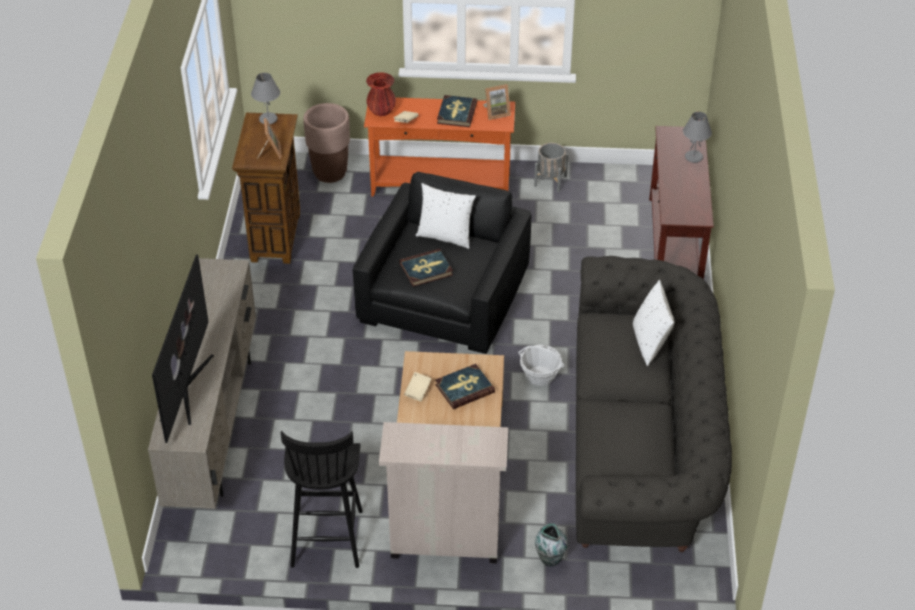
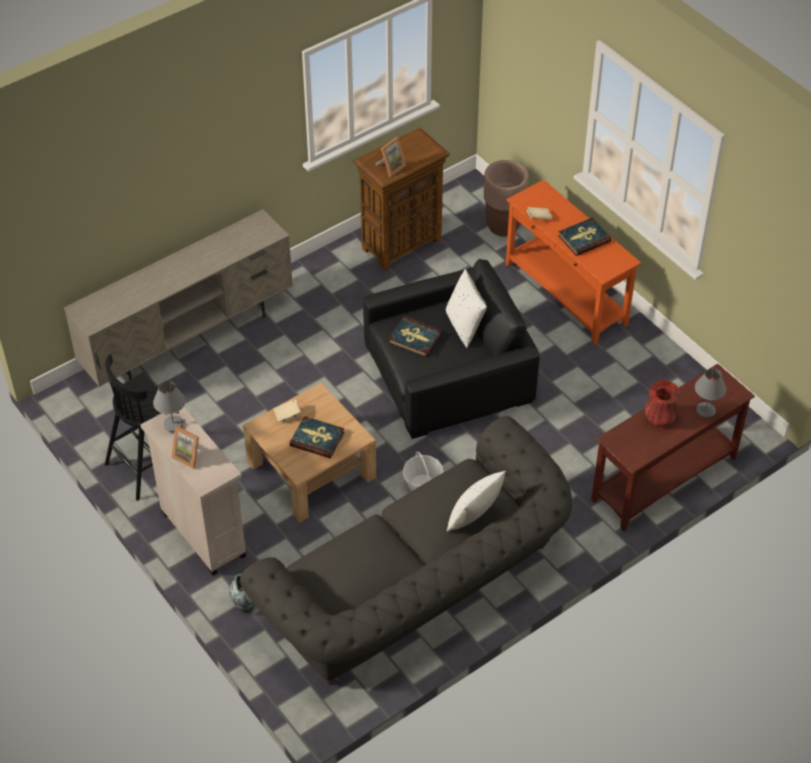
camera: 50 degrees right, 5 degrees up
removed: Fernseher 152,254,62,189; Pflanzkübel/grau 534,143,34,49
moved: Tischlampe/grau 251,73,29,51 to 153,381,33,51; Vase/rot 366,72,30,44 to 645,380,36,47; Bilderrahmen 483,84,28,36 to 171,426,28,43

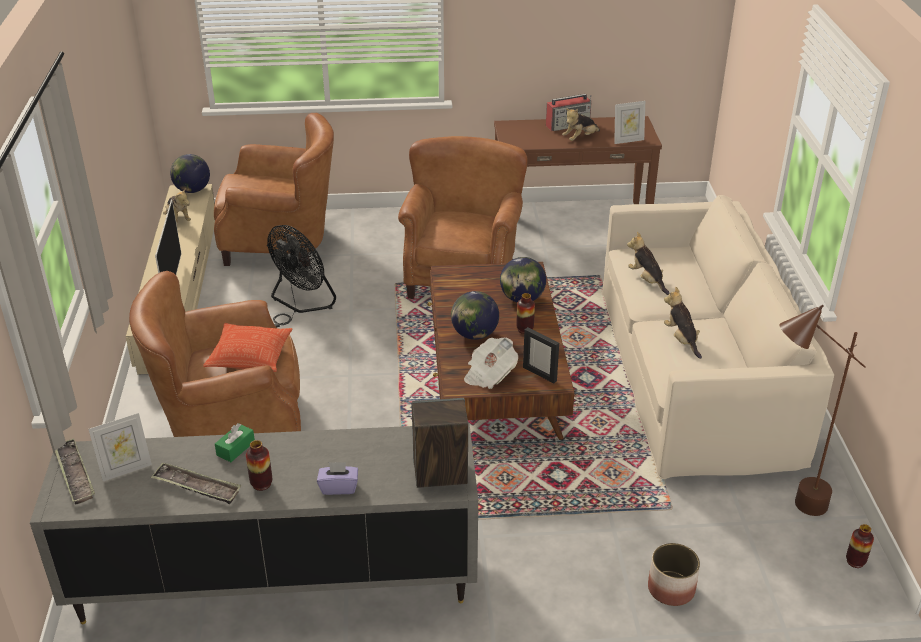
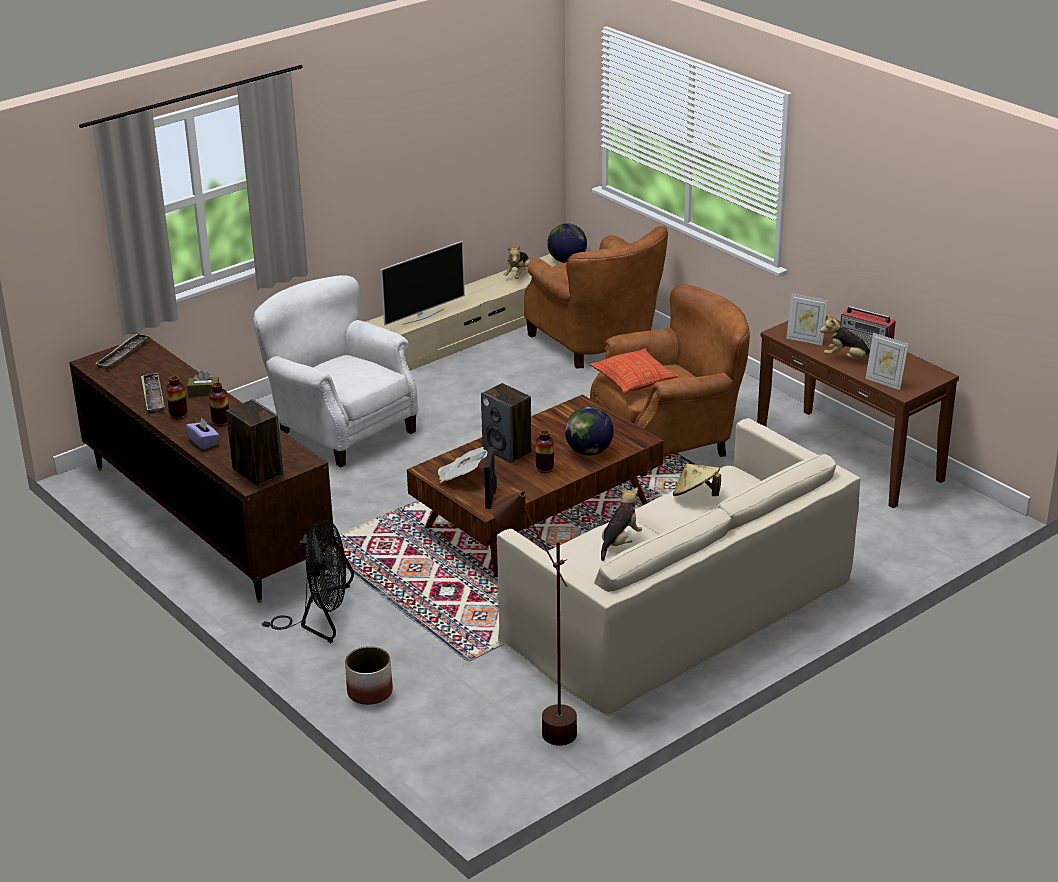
camera: 55 degrees right, 5 degrees down
moved: Bilderrahmen 88,413,64,68 to 786,294,42,51; Kissen/orange 203,323,89,49 to 590,349,89,44; Ventilator/schwarz 267,225,69,102 to 261,519,93,124; Vase 846,524,28,44 to 209,382,20,44
replaced: Globus 451,291,48,49 to Lautsprecher 481,383,51,80; Plüschtier 627,232,43,63 to Hut/beige 673,463,48,33
recoloured: Schrank/grau 30,423,448,201 to Schrank/braun 69,337,266,266; Sessel/braun 129,271,172,166 to Sessel/weiß 253,275,166,192; Taschentuchbox/grün 215,423,40,39 to Taschentuchbox/braun 187,371,32,26

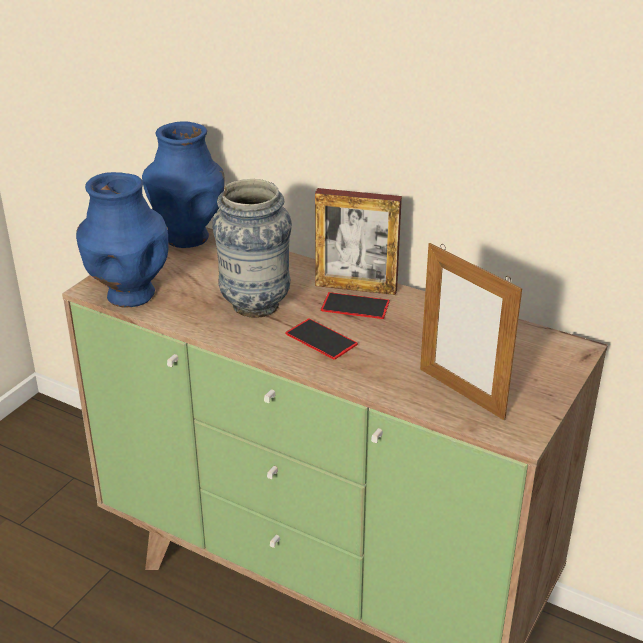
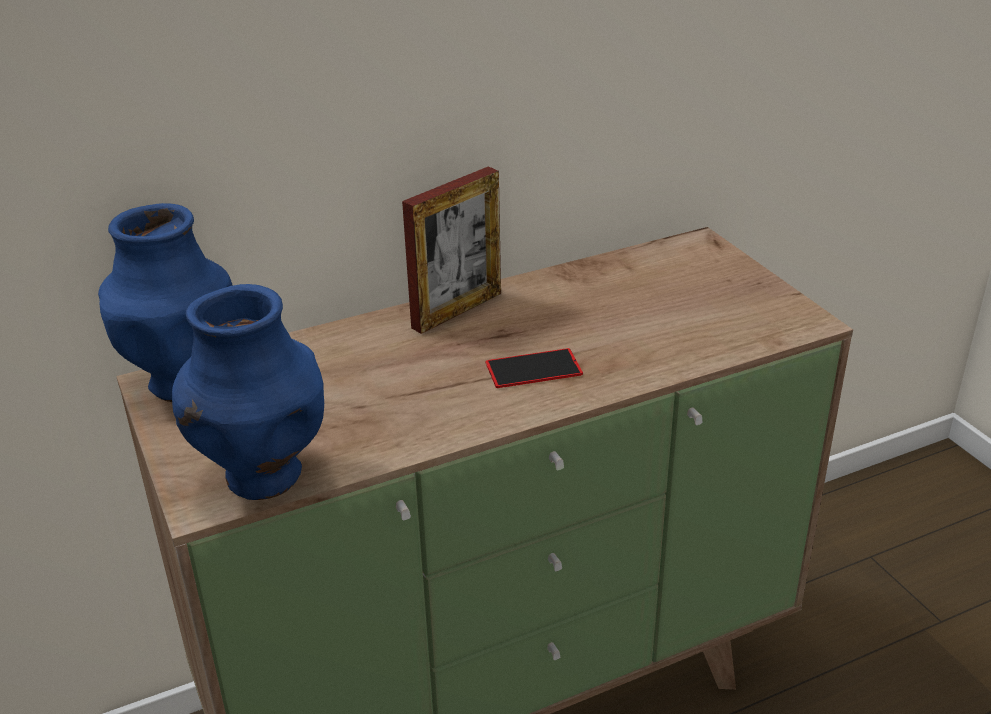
camera: 55 degrees left, 0 degrees up
removed: Vase 212,179,80,139; Handy 321,292,69,27; Bilderrahmen 420,243,102,177

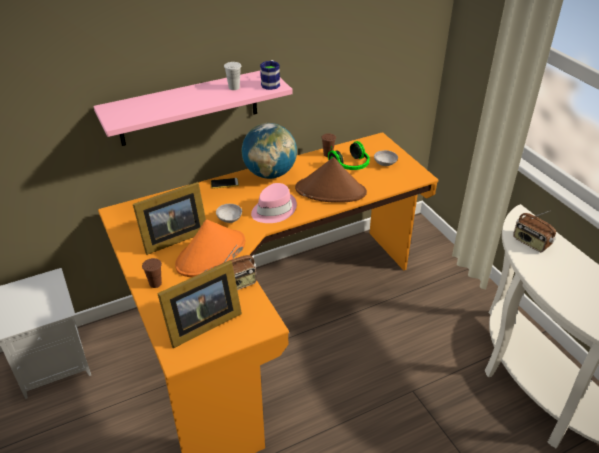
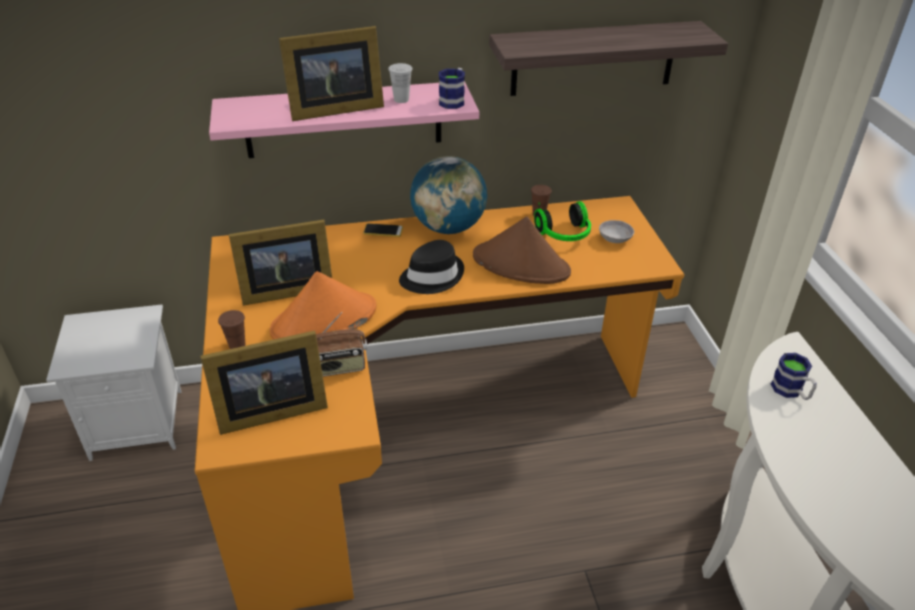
camera: 15 degrees right, 0 degrees up
removed: Schüssel/grau 216,204,26,19
added: Bilderrahmen 279,26,105,95; Wandregal 489,21,239,75
replaced: Radio 513,210,43,42 to Henkelbecher 771,353,46,47
recoloured: Hut/rosa 251,183,46,40 to Hut/schwarz 399,240,65,54

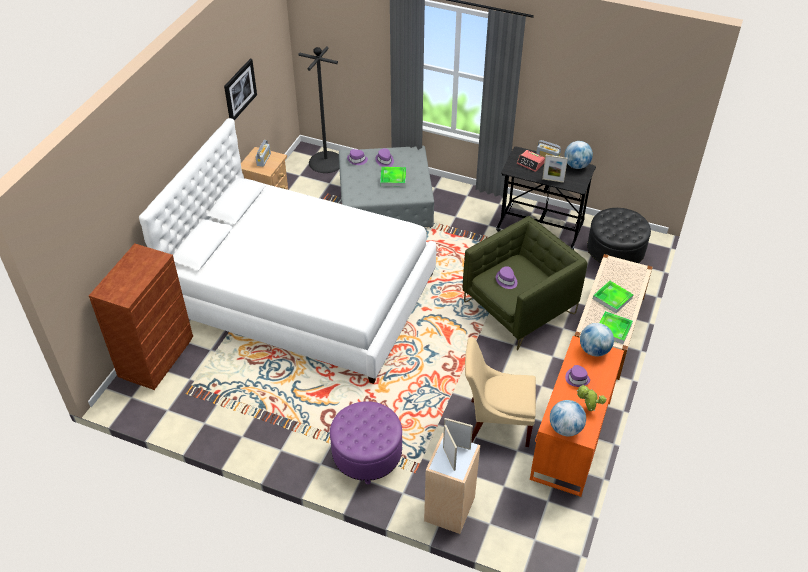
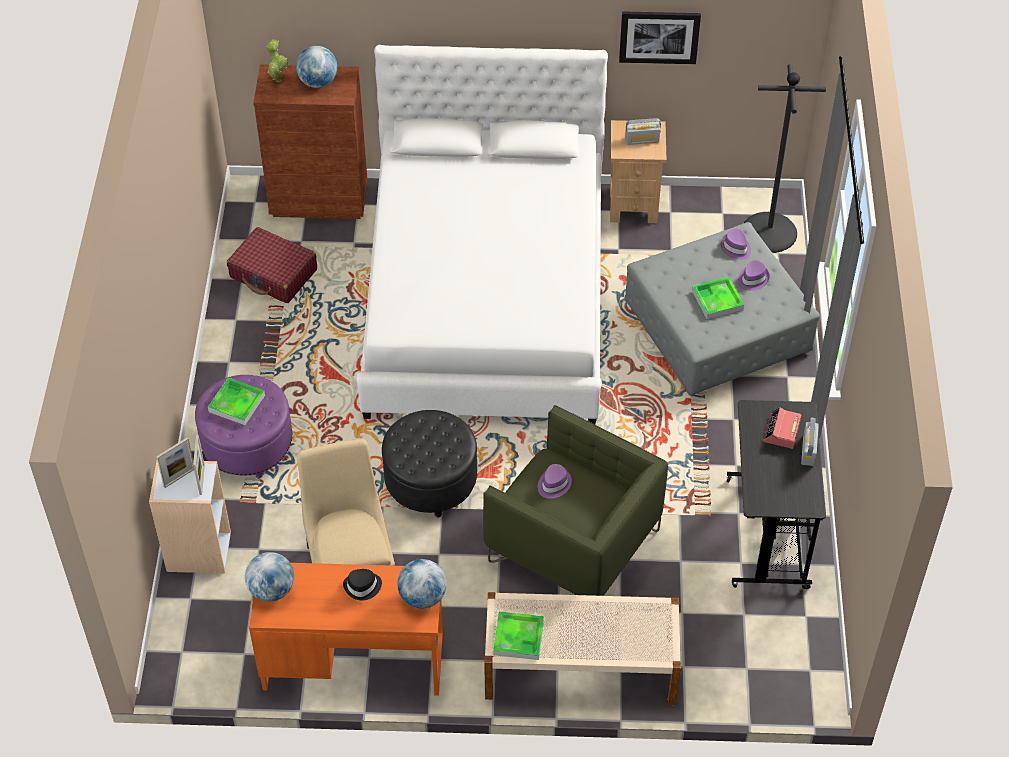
camera: 70 degrees right, 5 degrees up
removed: Bilderrahmen 542,155,26,28
added: Koffer/rot 227,227,90,76
moved: Globus 564,141,29,28 to 296,46,41,42; Topfpflanze 577,385,29,26 to 267,40,21,42; Polsterhocker/schwarz 587,208,64,55 to 382,410,95,107; Tablett 593,281,40,32 to 208,378,57,47
recoloured: Hut/lila 565,365,25,22 to Hut/schwarz 343,569,39,32

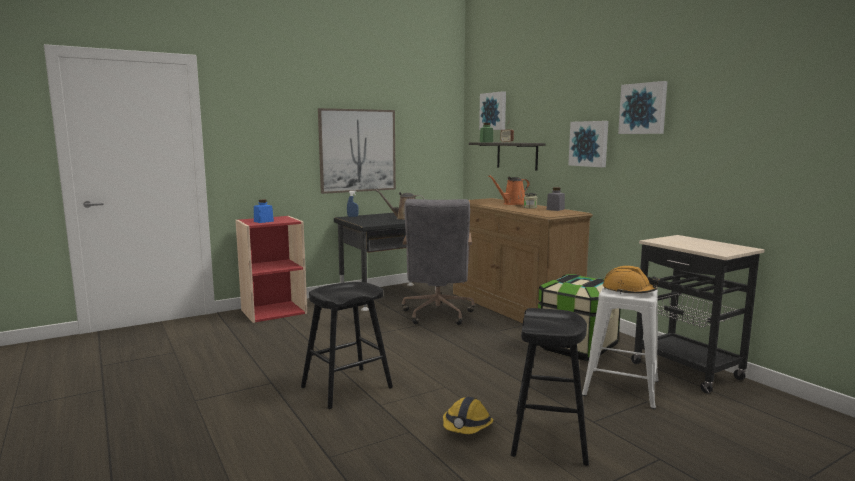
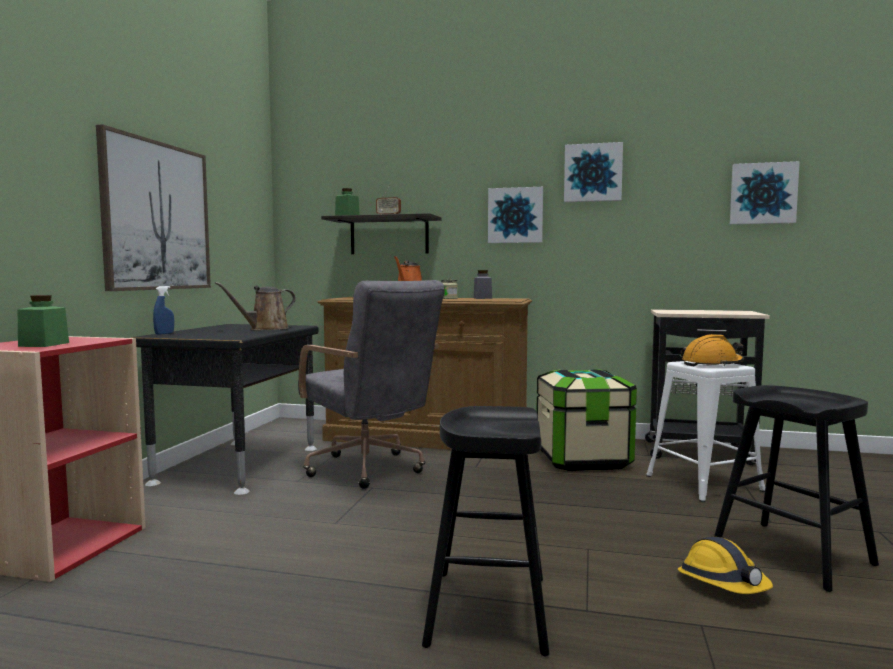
camera: 45 degrees left, 5 degrees down
moved: Bild 479,91,27,39 to 730,161,70,63
recoloured: Vorratsglas/blau 254,200,20,23 to Vorratsglas/grün 18,295,51,52

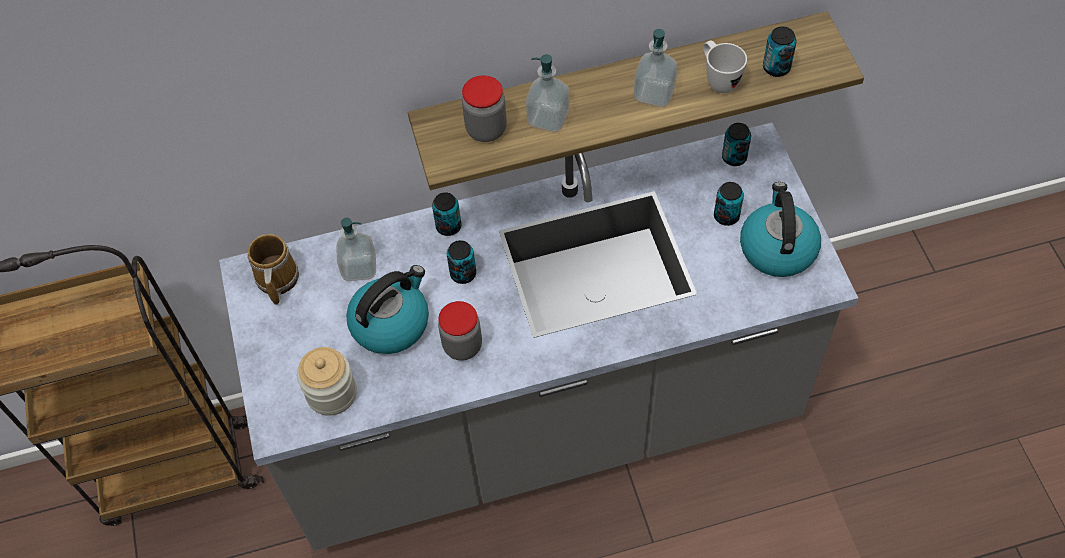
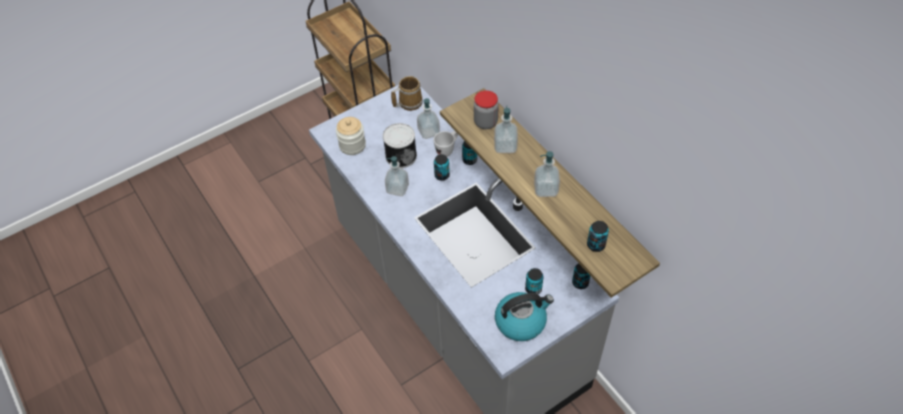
camera: 70 degrees right, 5 degrees down
moved: Henkelbecher/weiß 703,41,44,52 to 434,131,24,26
replaced: Wasserkessel 346,265,83,89 to Dose 383,123,34,45; Vorratsglas 438,301,44,60 to Seifenspender 385,156,24,40

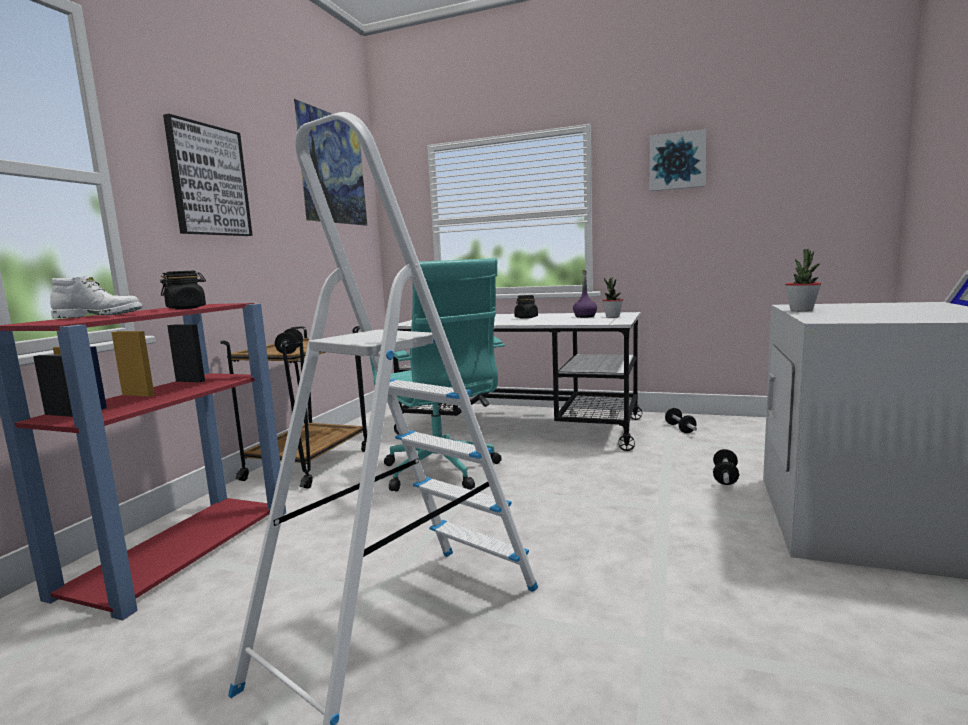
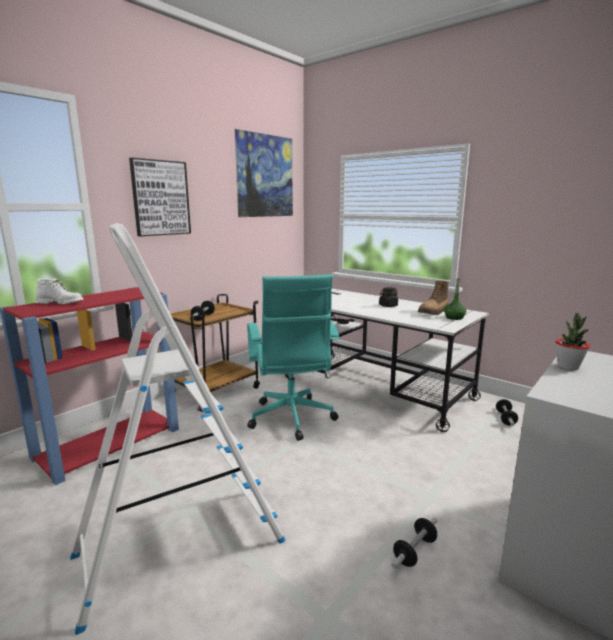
camera: 20 degrees right, 5 degrees up
removed: Vorratsglas/schwarz 160,271,46,38; Bild 649,129,57,62
moved: Hantel 713,449,26,36 to 391,517,46,52
replaced: Flasche/lila 573,270,24,48 to Stiefel 418,281,31,34; Topfpflanze 602,277,21,41 to Flasche/grün 444,278,22,42

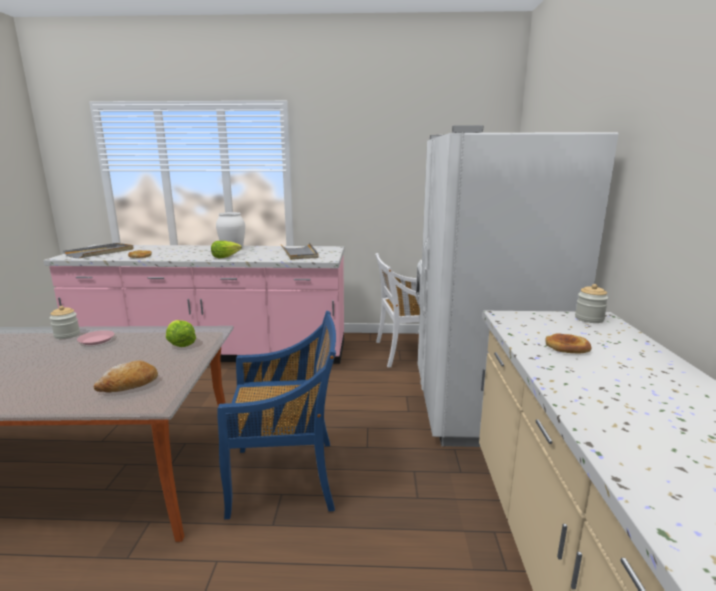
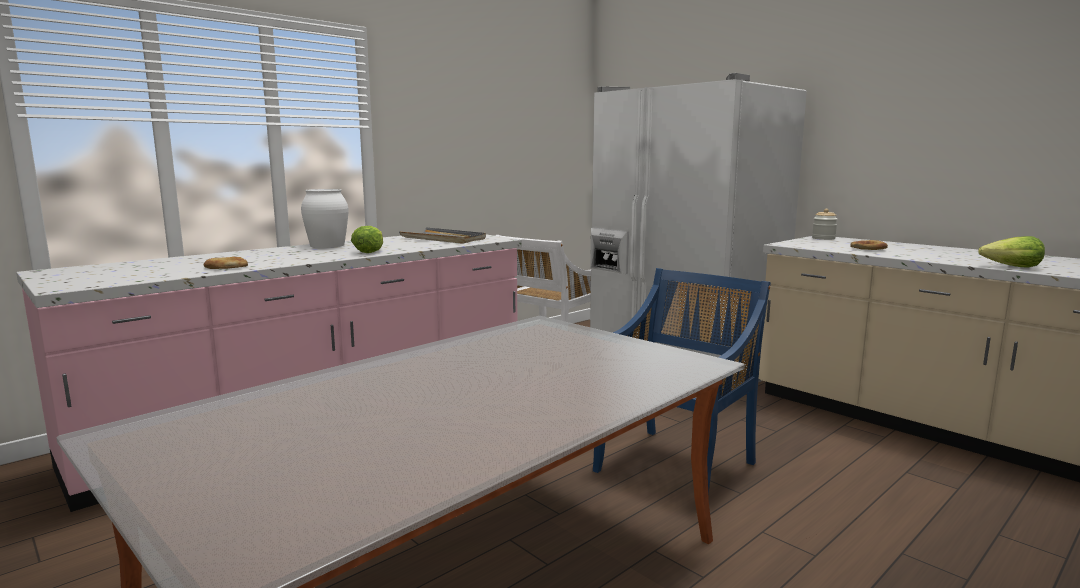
camera: 45 degrees left, 5 degrees down
removed: Vorratsglas 50,306,30,33; Tablett/grau 63,243,71,15; Teller/rosa 77,330,37,15; Brot 94,360,64,32
moved: Salatkopf 166,320,30,27 to 978,236,67,31

